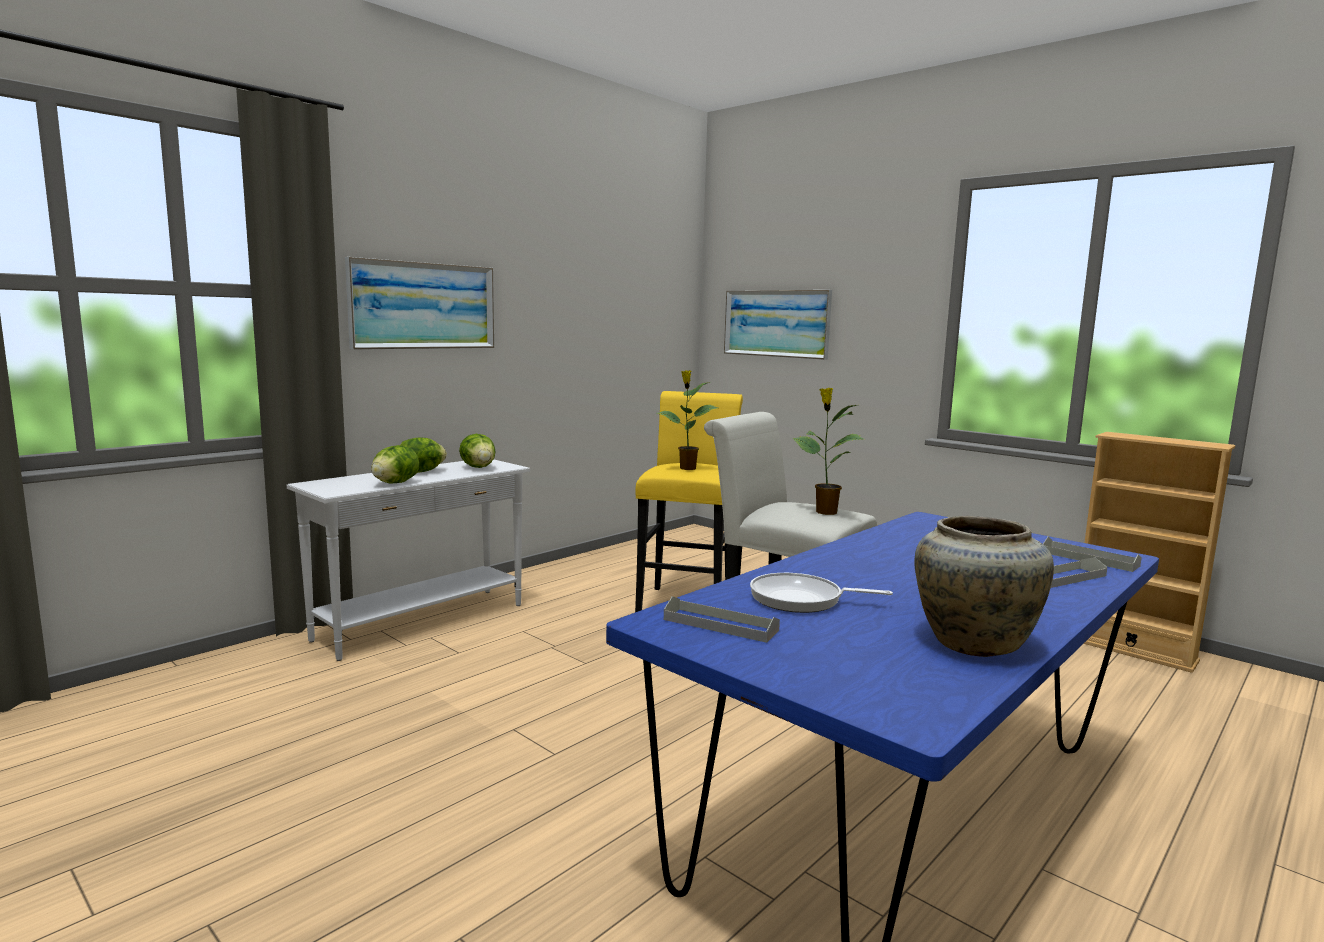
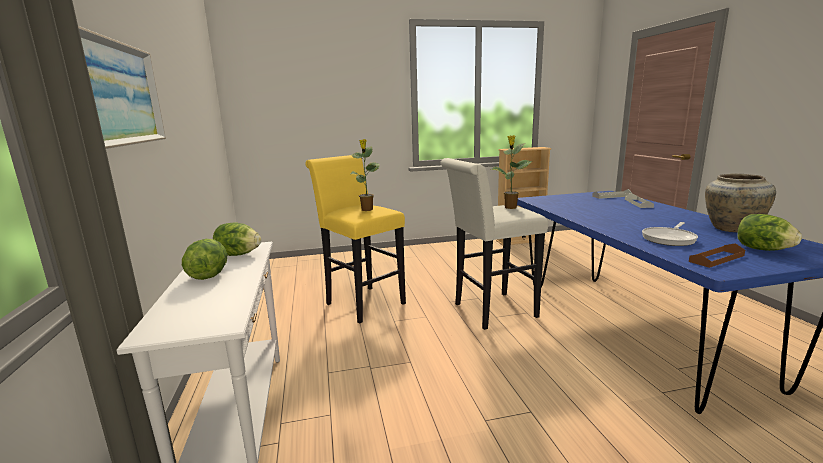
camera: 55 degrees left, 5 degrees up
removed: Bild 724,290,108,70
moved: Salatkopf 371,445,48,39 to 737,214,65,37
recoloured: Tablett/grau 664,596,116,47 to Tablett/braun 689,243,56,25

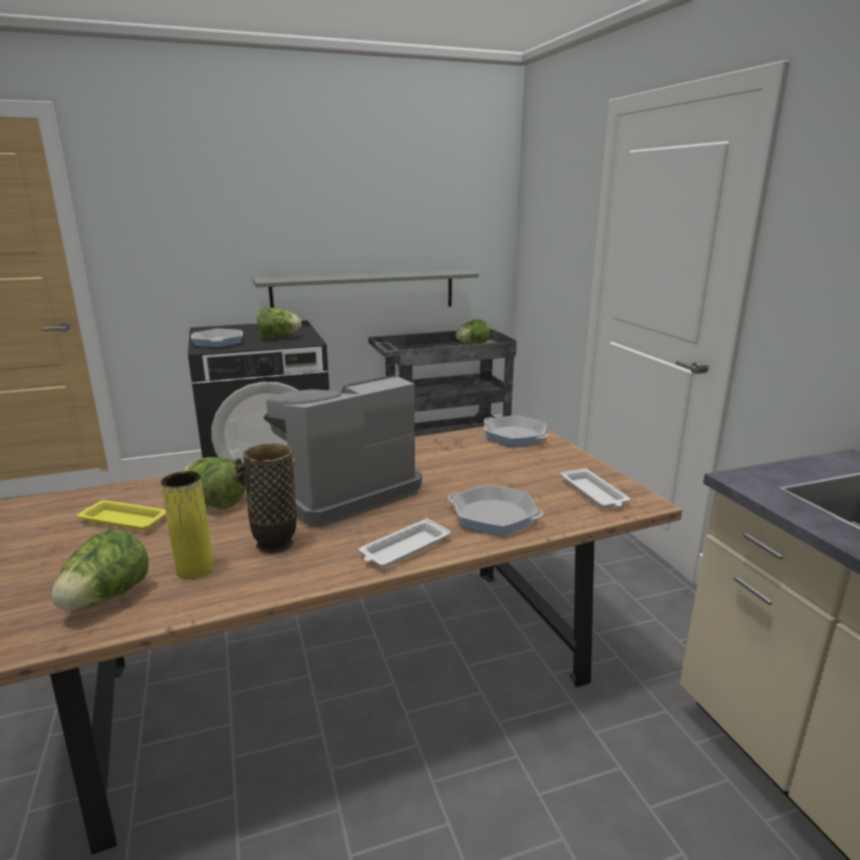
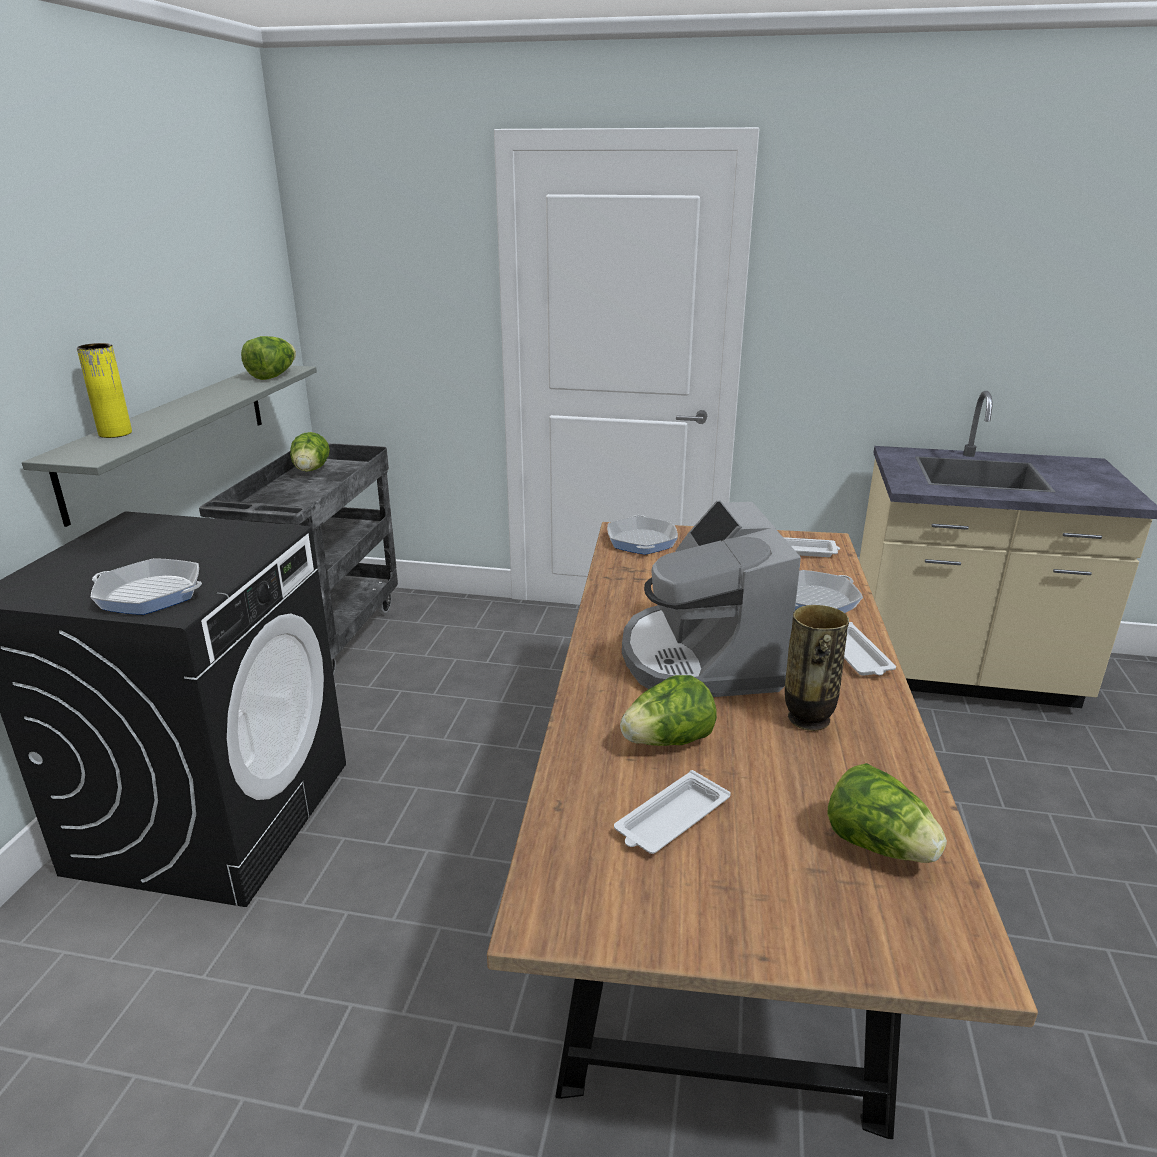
camera: 60 degrees left, 5 degrees up
moved: Vase/gelb 161,471,53,108 to 77,343,55,95; Salatkopf 257,308,44,31 to 241,336,55,44
recoloured: Tablett/gelb 77,500,89,31 to Tablett/weiß 614,770,117,84
turned: Pfanne 484,416,64,31 = 607,515,71,40 105 degrees clockwise

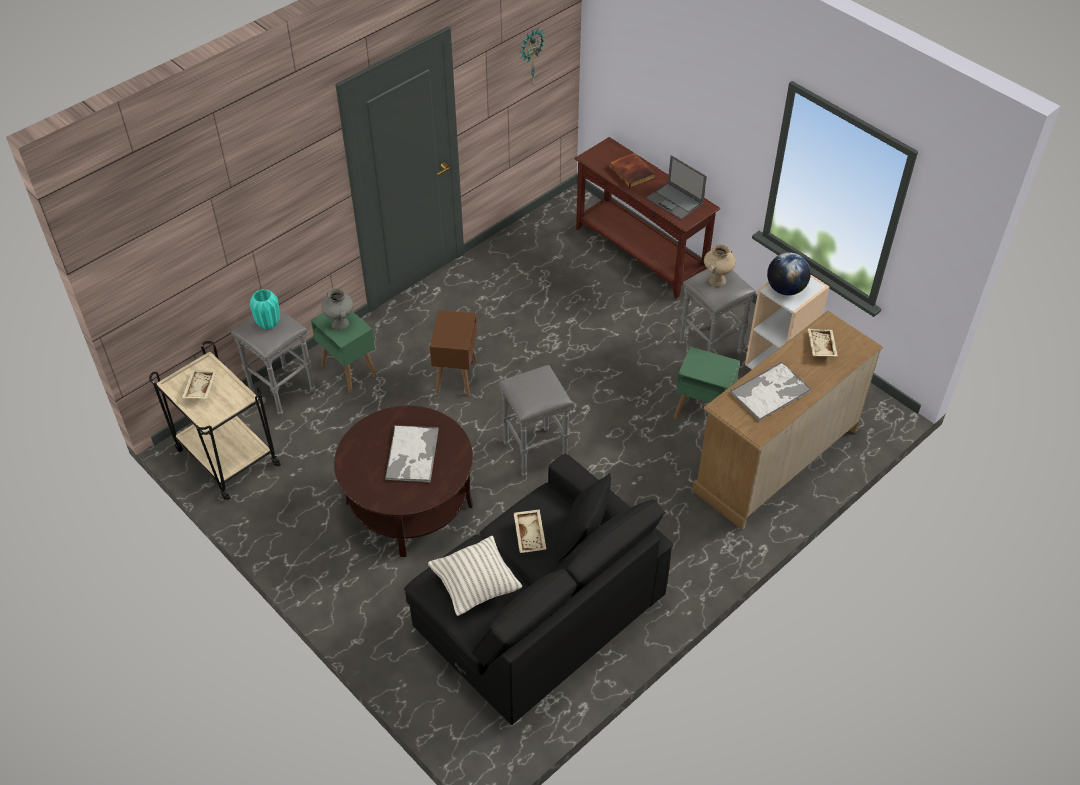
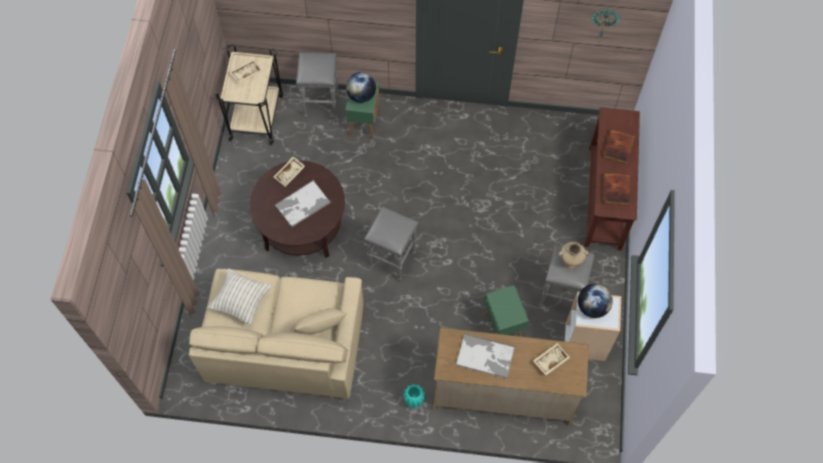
camera: 50 degrees right, 15 degrees up
removed: Beistelltisch/braun 430,310,47,86
moved: Vase/türkis 250,289,30,40 to 404,384,21,25; Tablett/beige 514,509,32,44 to 274,157,31,30
replaced: Vase/grau 321,289,32,41 to Globus 346,72,30,31; Laptop 646,155,61,65 to Buch 603,173,27,33
recoloured: Sofa/schwarz 404,454,270,271 to Sofa/beige 189,269,174,130

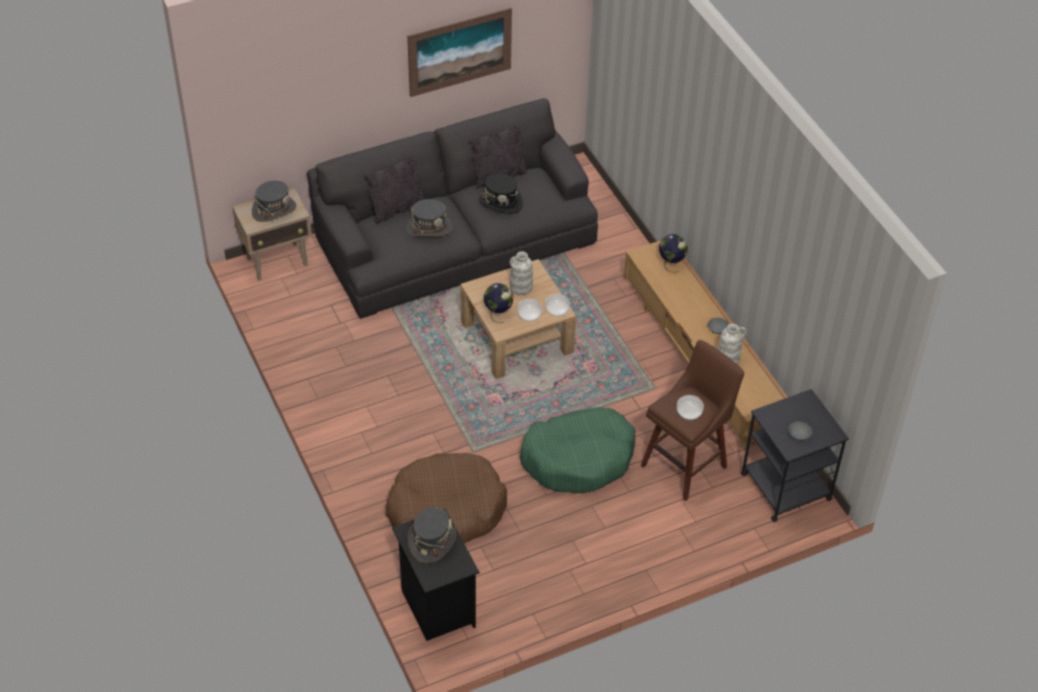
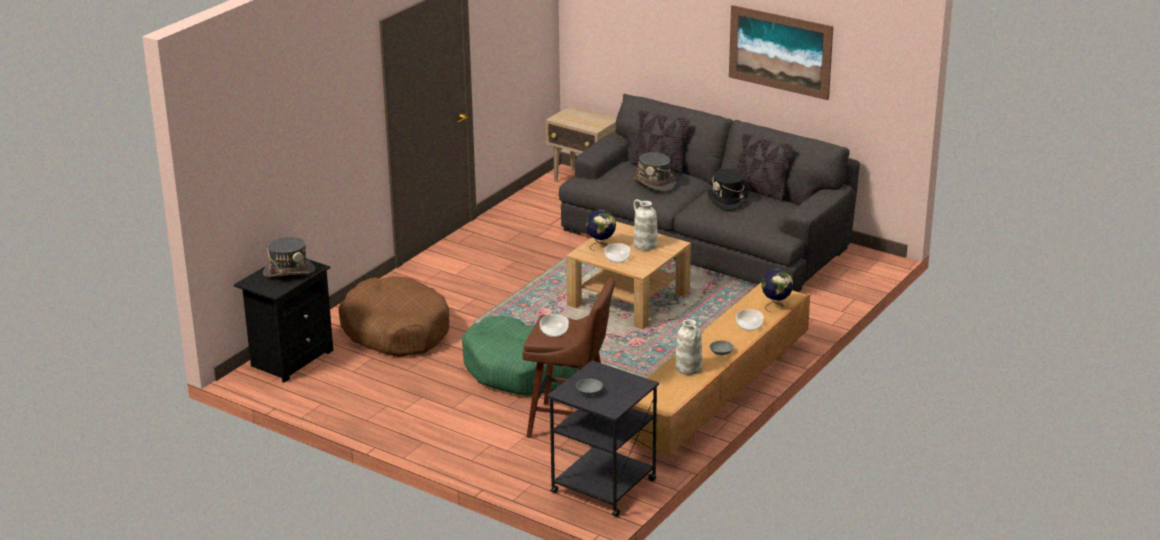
camera: 60 degrees right, 20 degrees down
removed: Hut/grau 252,180,45,42
moved: Schüssel 545,294,25,22 to 736,309,28,22

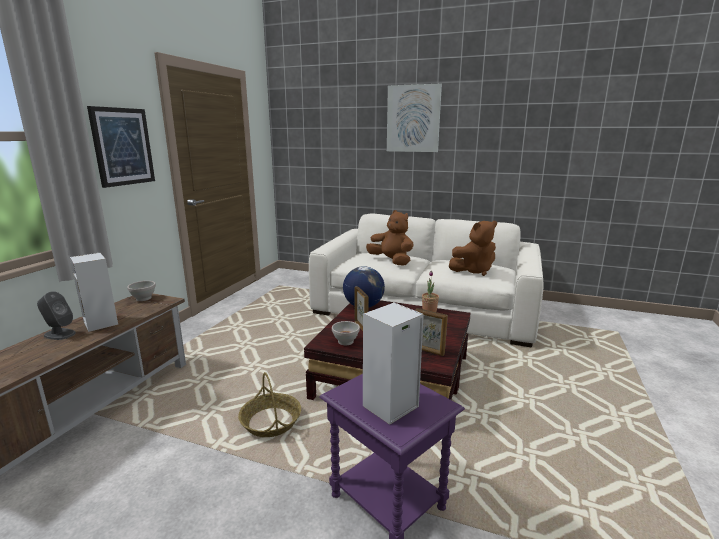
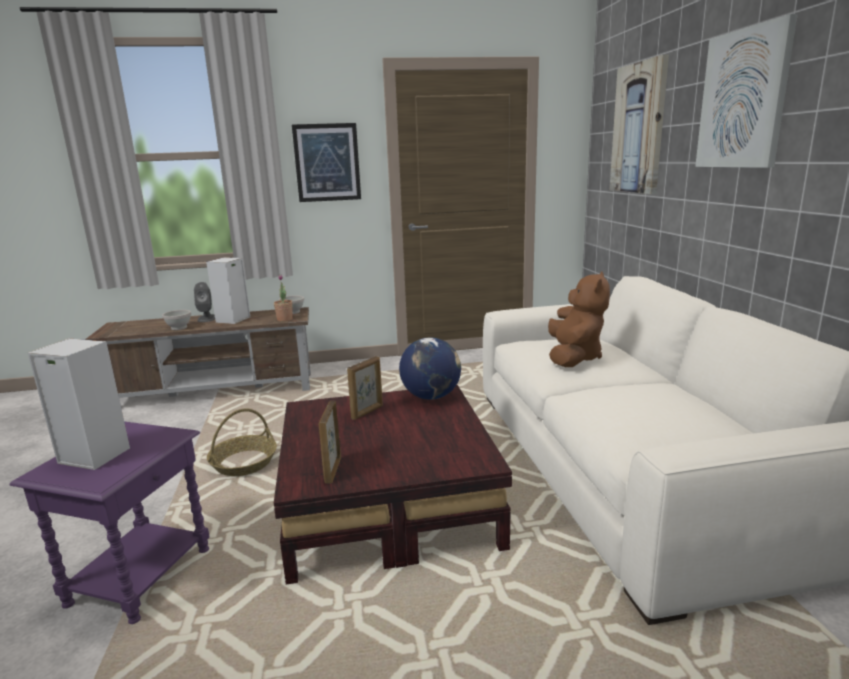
camera: 60 degrees right, 0 degrees up
removed: Plüschtier/braun 449,221,48,55
added: Bild 610,54,59,140
moved: Schüssel/weiß 332,321,28,24 to 162,310,29,20; Topfpflanze 422,271,17,41 to 274,274,19,48

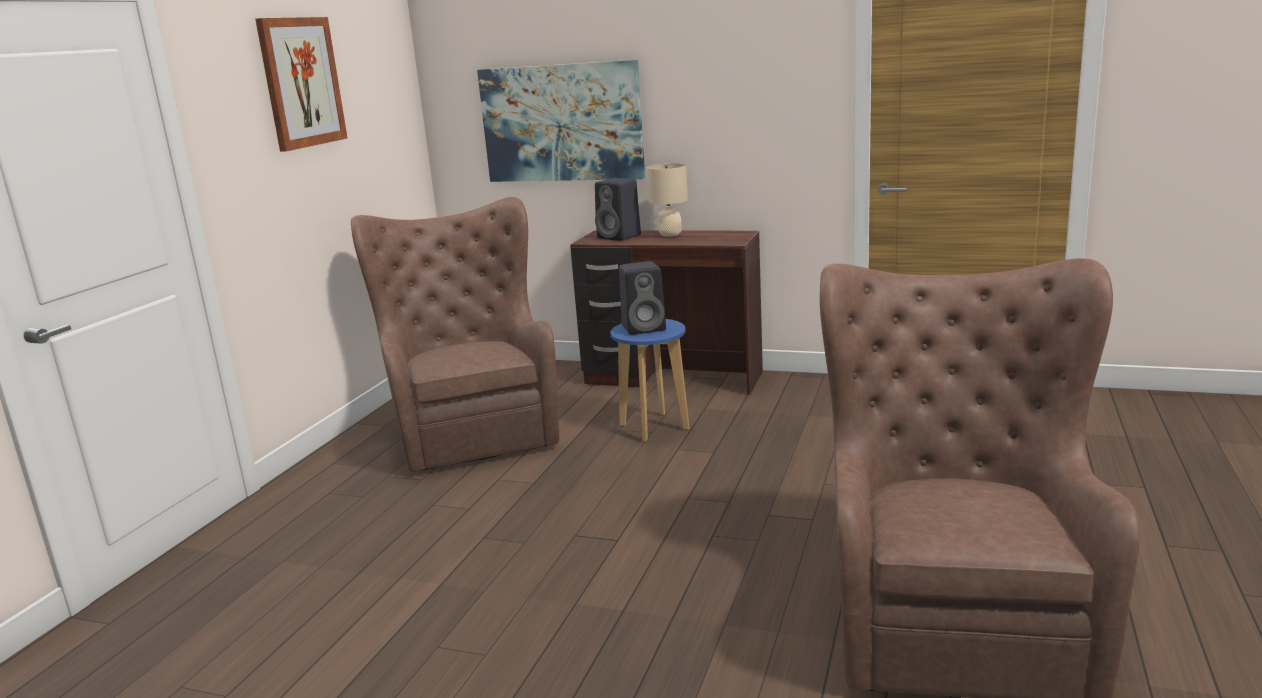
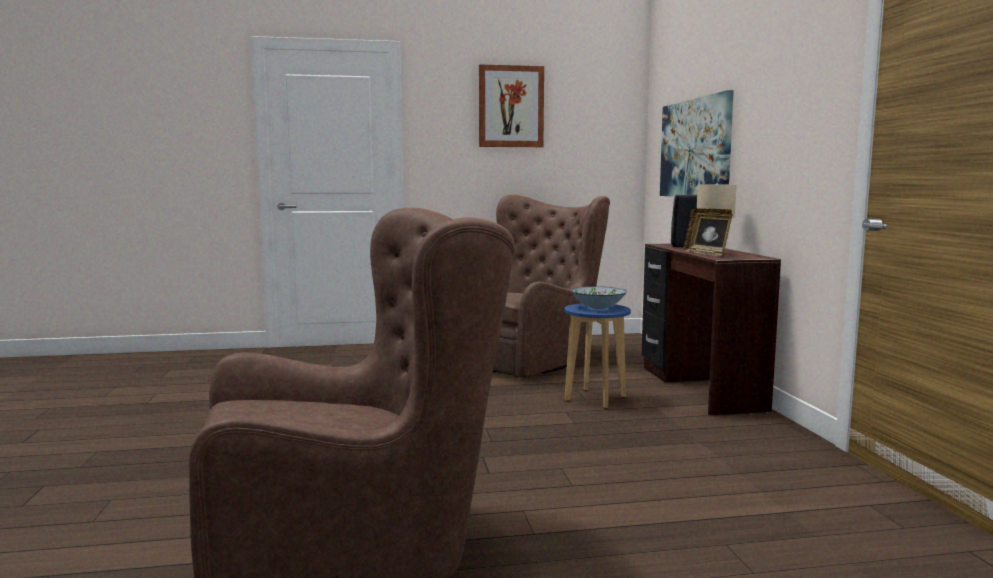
camera: 60 degrees right, 10 degrees down
added: Bilderrahmen 683,208,50,49
replaced: Lautsprecher/schwarz 619,261,47,74 to Schüssel 571,286,56,23

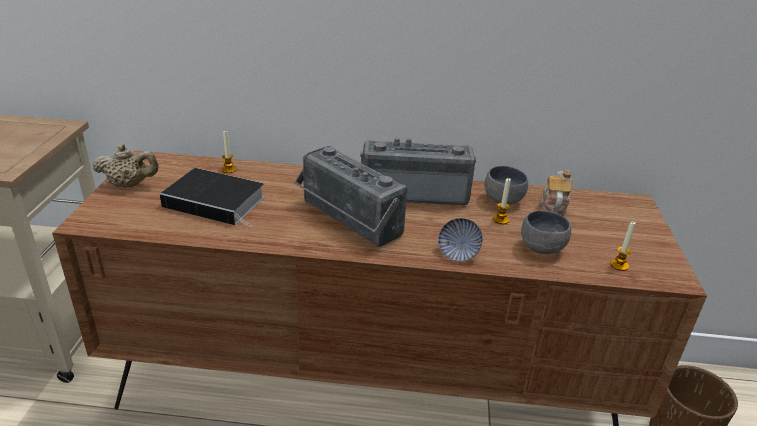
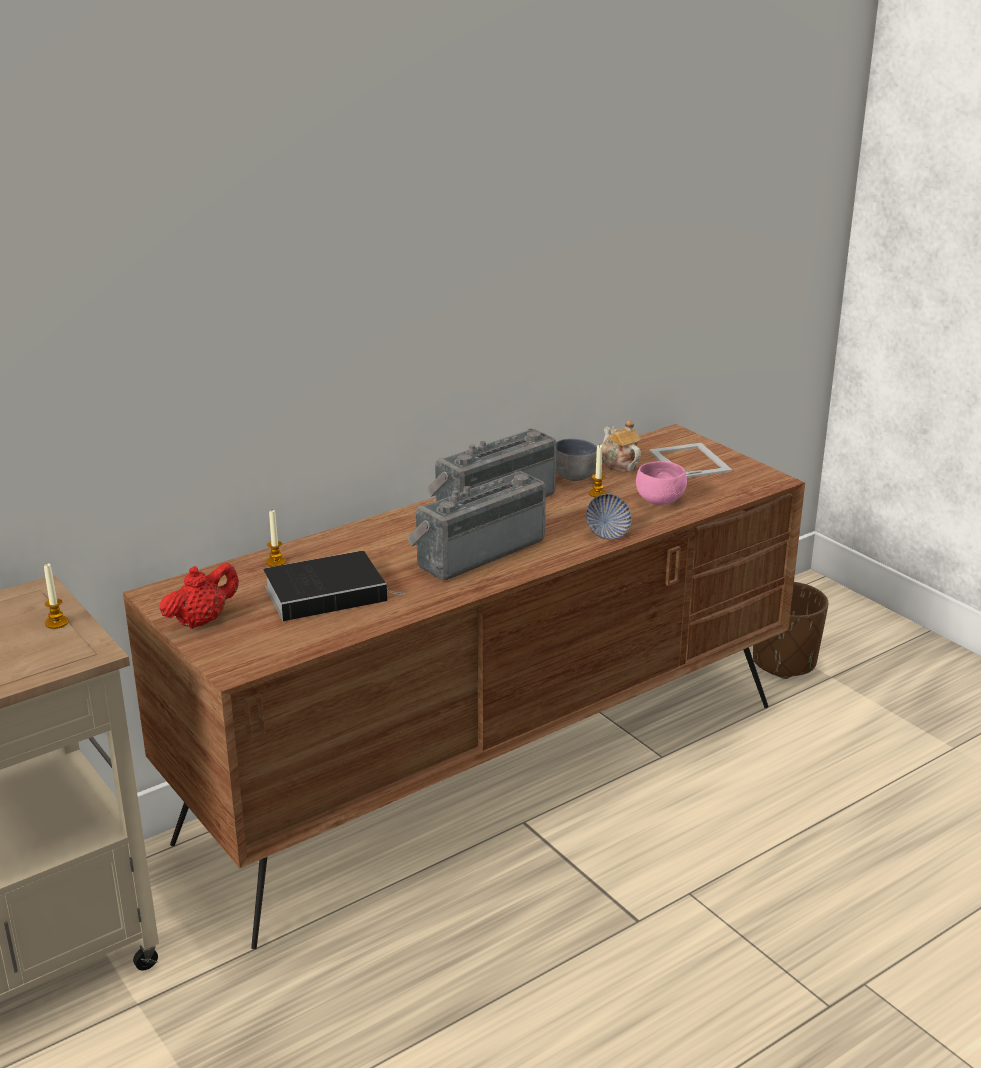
camera: 40 degrees left, 5 degrees down
added: Bilderrahmen 649,443,83,35
moved: Kerze 610,221,26,50 to 44,564,25,65
recoloured: Teekanne/beige 92,144,67,44 to Teekanne/rot 160,563,79,66; Schüssel/grau 521,210,50,44 to Schüssel/rosa 636,461,51,44
turned: Radio 294,146,113,101 = 407,471,139,109 135 degrees clockwise

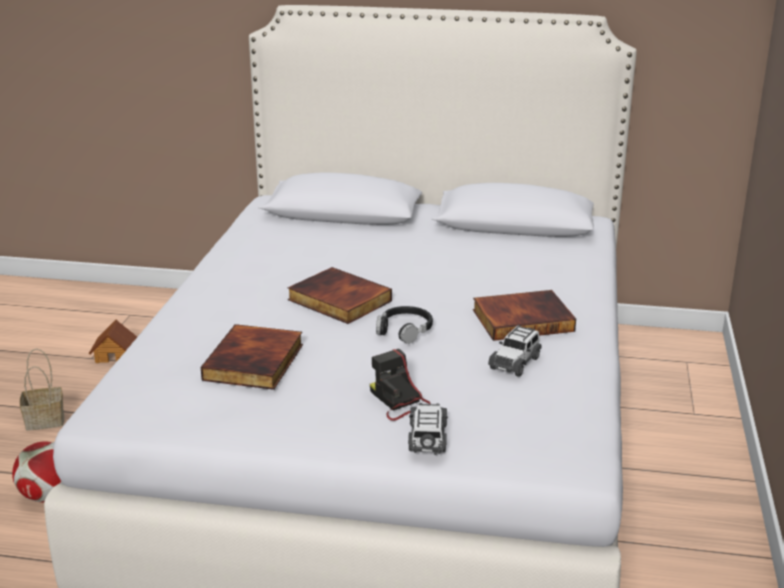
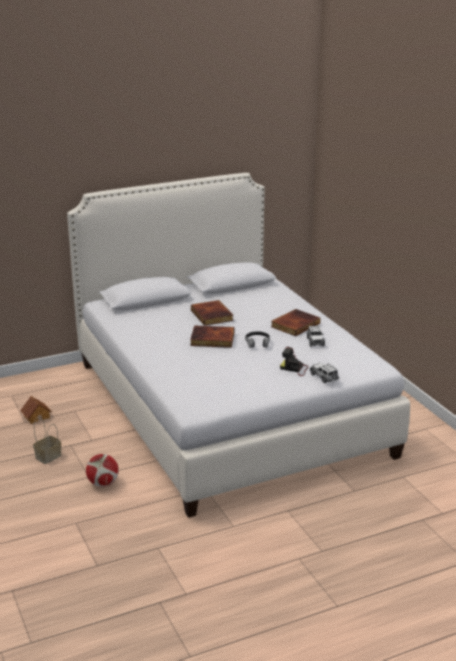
camera: 35 degrees left, 0 degrees up
moved: Buch 201,324,102,66 to 191,300,43,26

